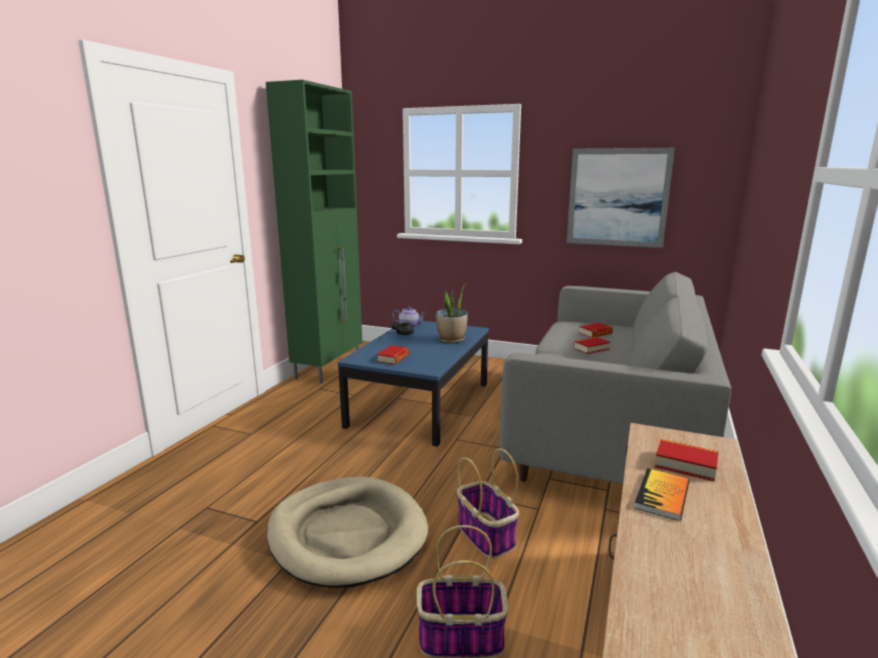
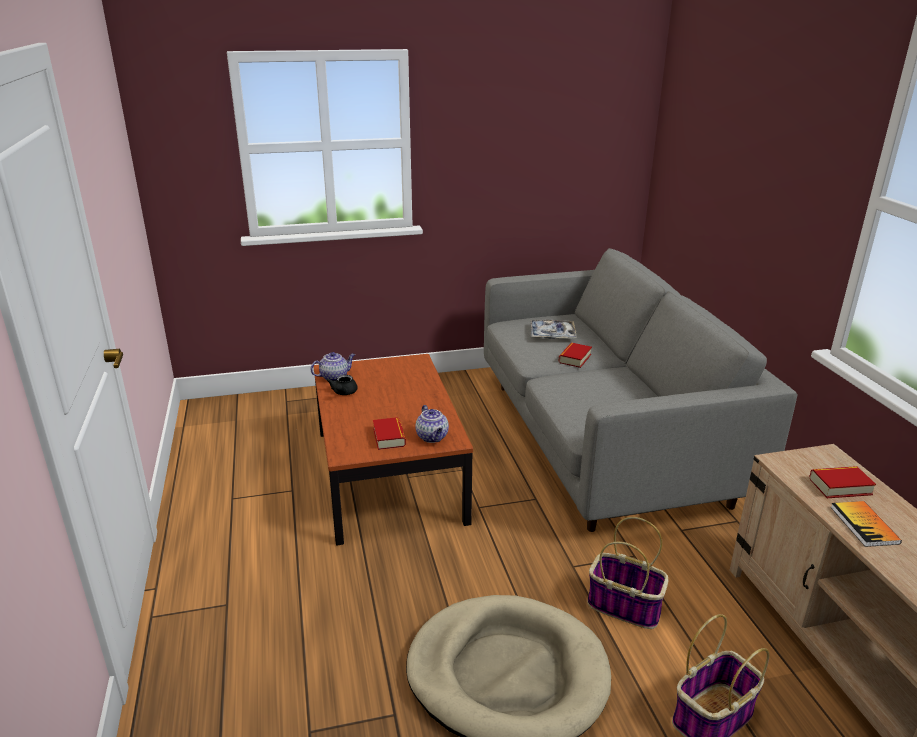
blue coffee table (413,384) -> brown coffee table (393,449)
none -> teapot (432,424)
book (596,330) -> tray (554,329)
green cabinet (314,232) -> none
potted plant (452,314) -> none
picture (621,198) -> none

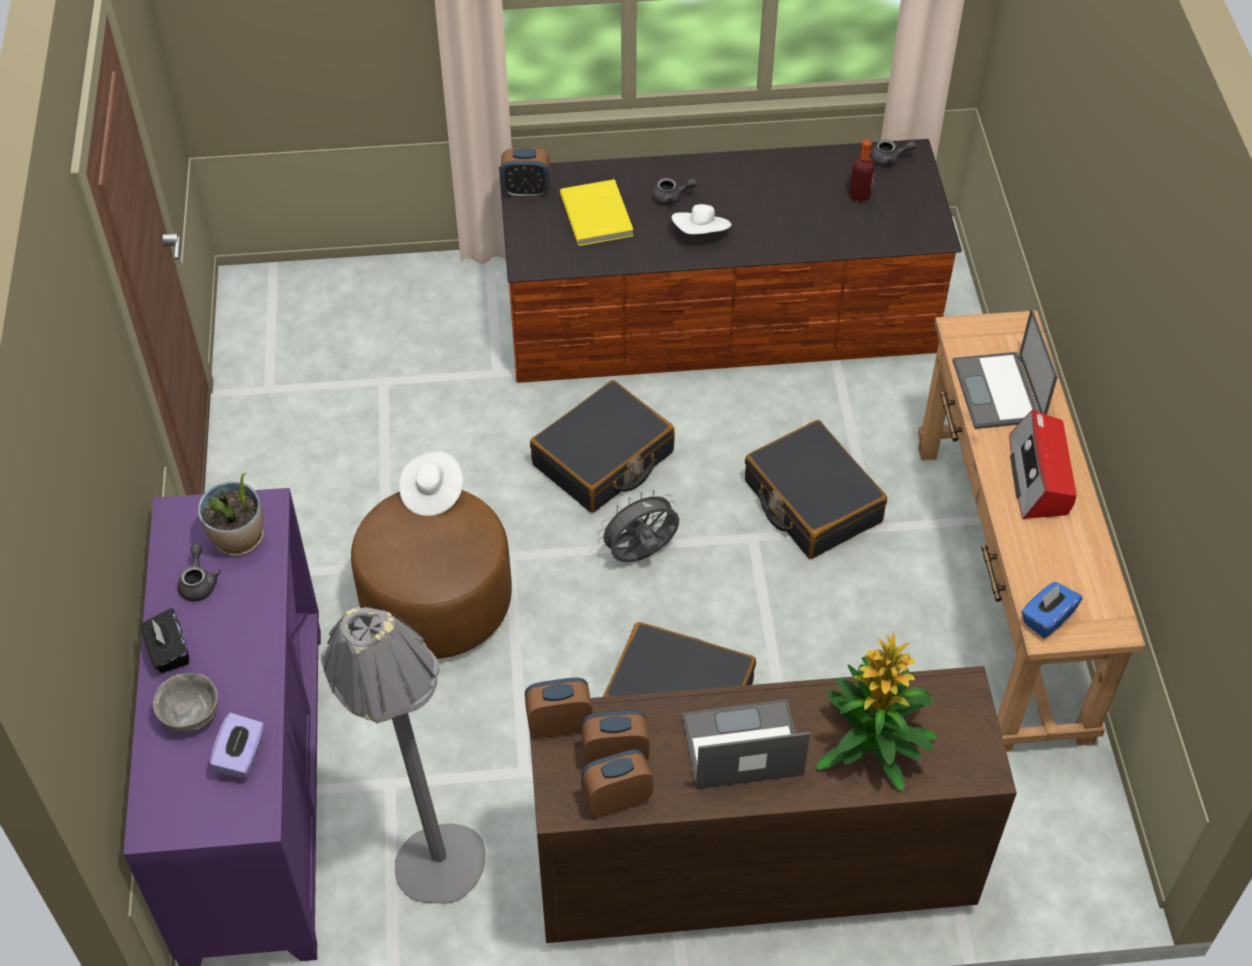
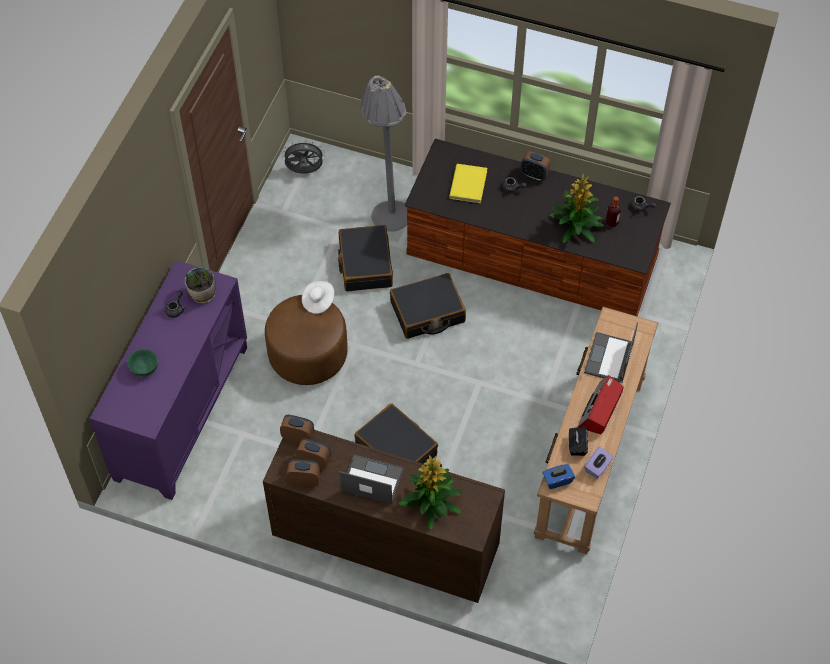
grey bowl (185,702) -> green bowl (142,363)
grey fan (638,526) -> grey fan (303,157), shifted
black suitcase (816,489) -> black suitcase (365,258), shifted
grey floor lamp (403,754) -> grey floor lamp (383,154), shifted
alarm clock (525,173) -> alarm clock (536,166), shifted
none -> potted plant (577,208)
black tissue box (165,640) -> black tissue box (578,441), shifted
purple tissue box (236,746) -> purple tissue box (598,462), shifted
white hat (701,219) -> none

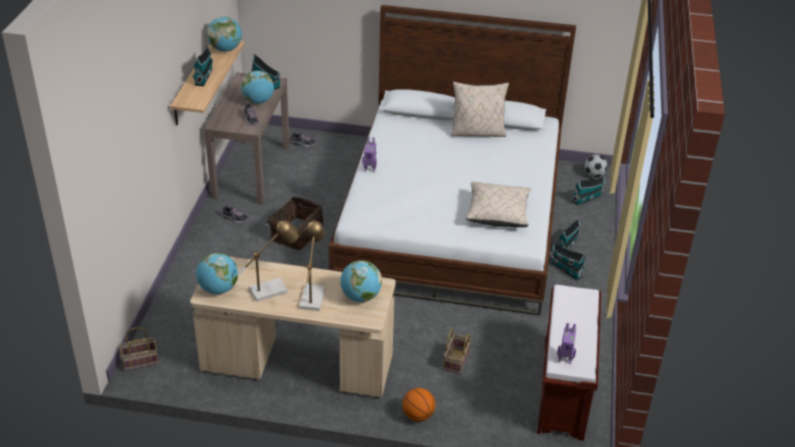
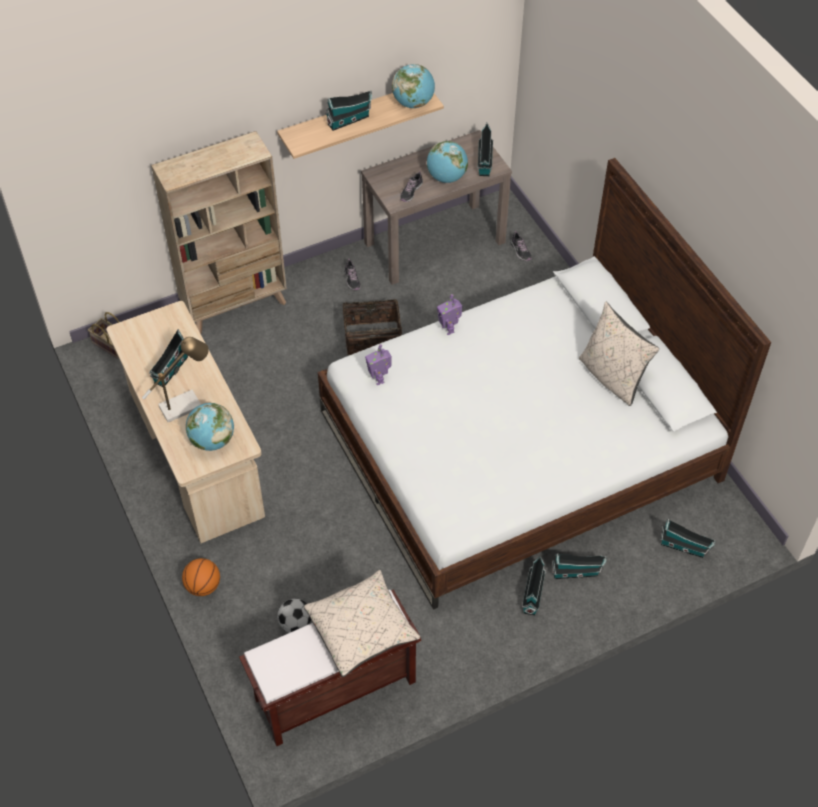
table lamp (268,261) -> toy house (168,358)
none -> beige bookcase (219,232)
football (596,165) -> football (294,616), shifted
beige pillow (498,204) -> beige pillow (362,623), shifted
toy robot (566,343) -> toy robot (378,364), shifted
globe (217,273) -> none
basket (457,351) -> none

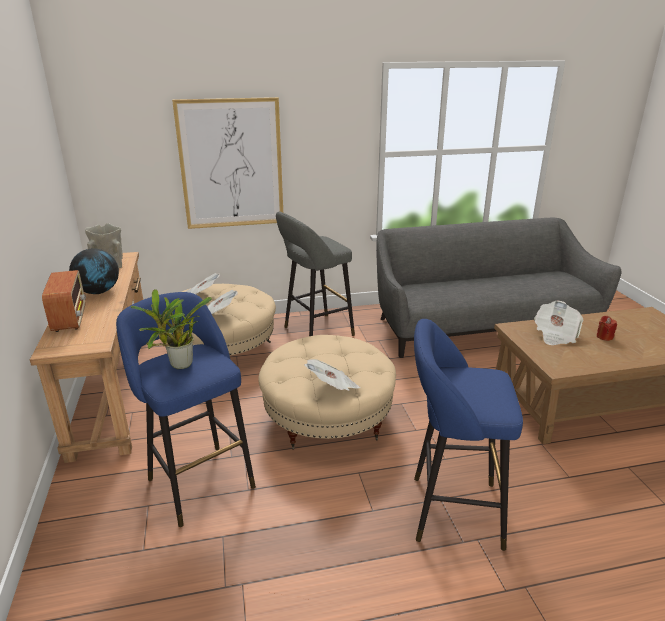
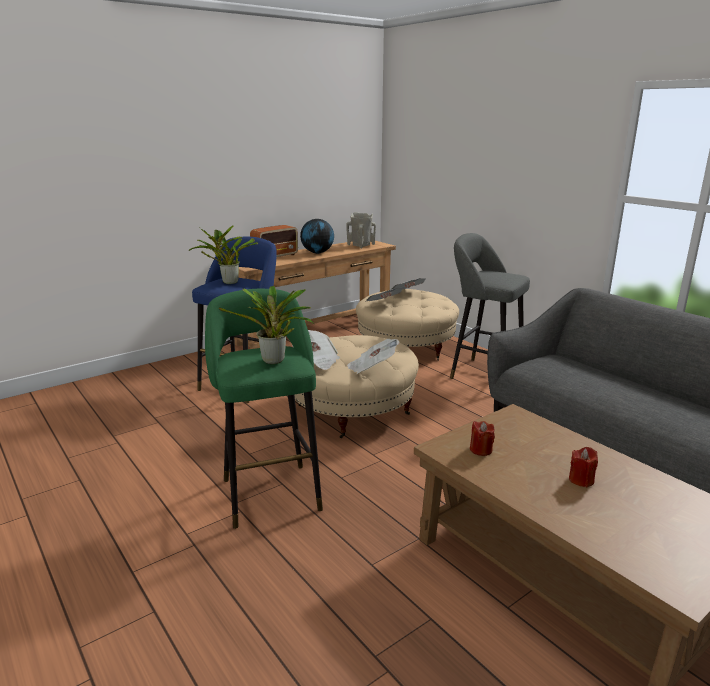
blue stool (468,435) -> green stool (264,409)
none -> potted plant (266,325)
newspaper (558,323) -> newspaper (373,356), shifted
none -> red candle (482,438)
picture (227,163) -> none

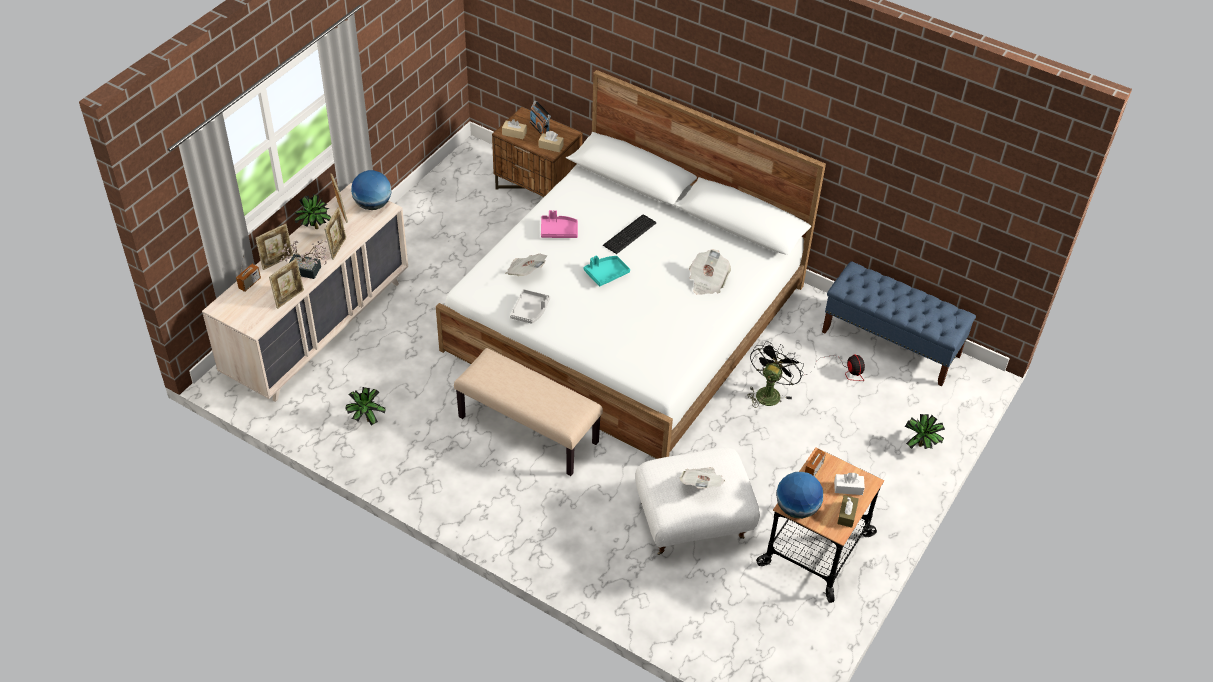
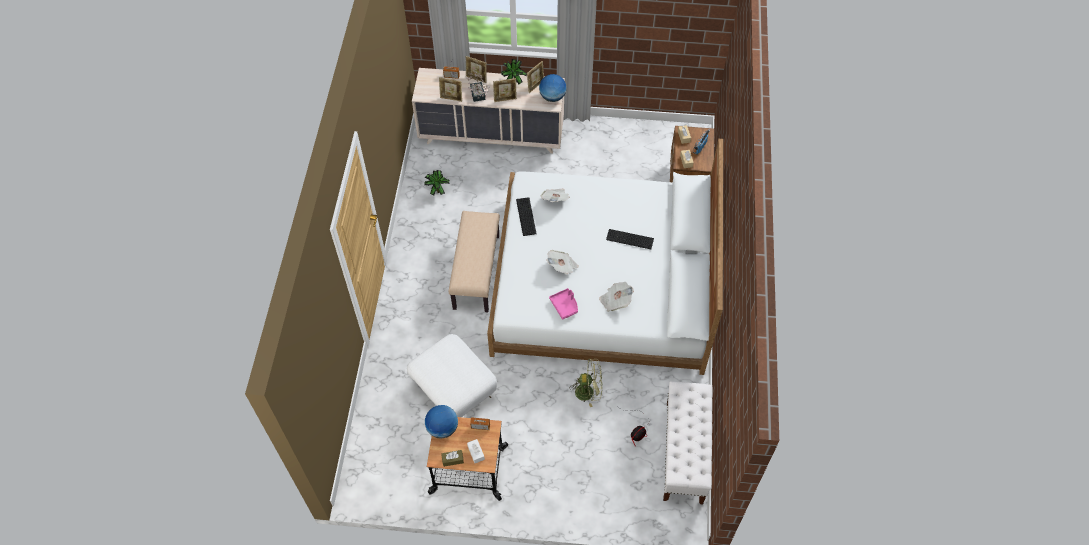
grey tray (530,306) -> keyboard (526,216)
newspaper (702,478) -> newspaper (562,262), shifted
pink tray (559,224) -> pink tray (563,304), shifted
black fan (775,374) -> green fan (586,383)
blue bench (899,323) -> white bench (687,442)
turquoise tray (607,271) -> none
potted plant (925,431) -> none

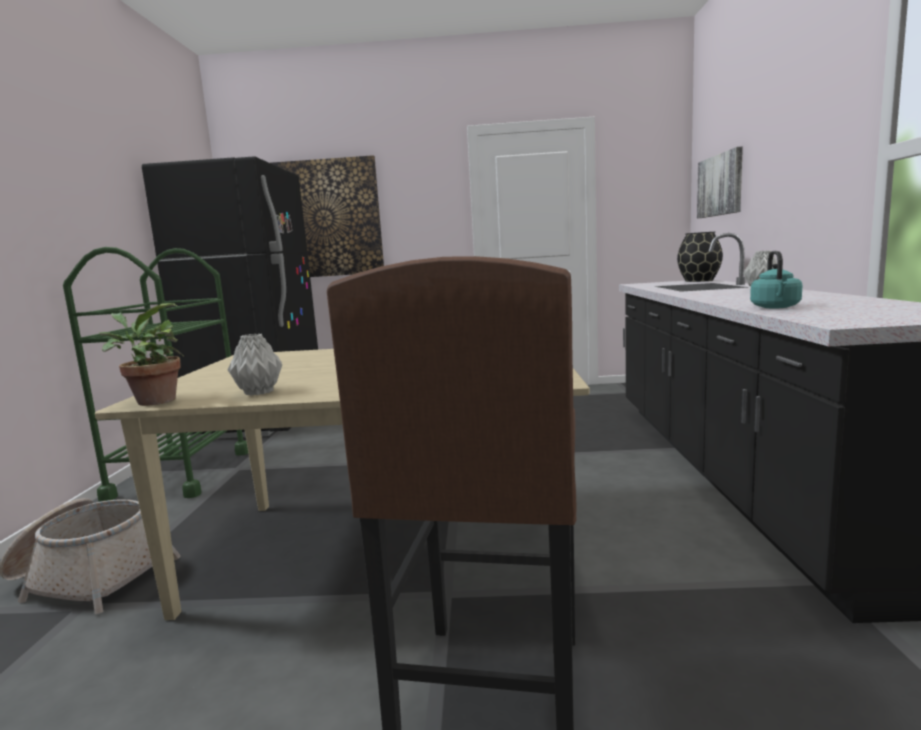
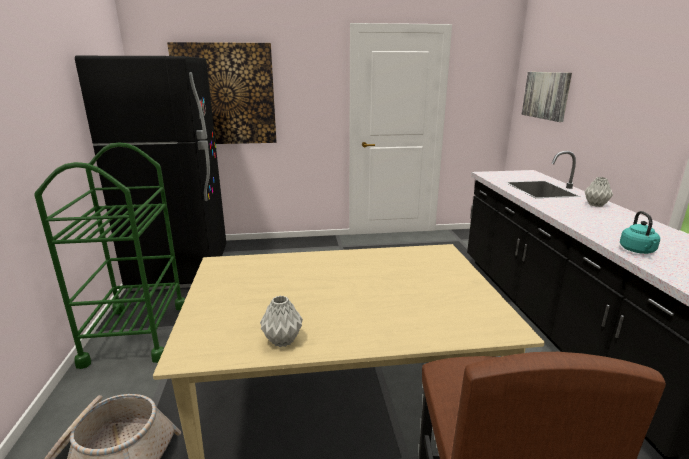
potted plant (141,354) -> none
black vase (700,257) -> none

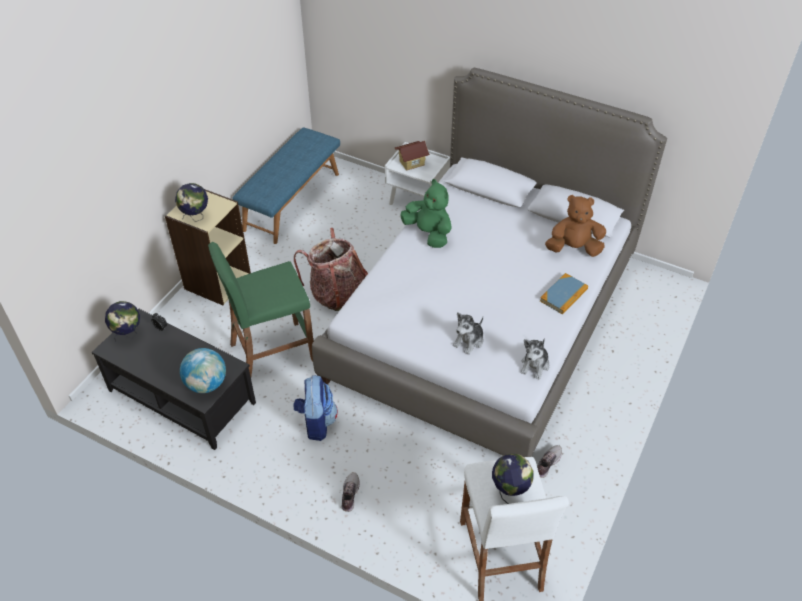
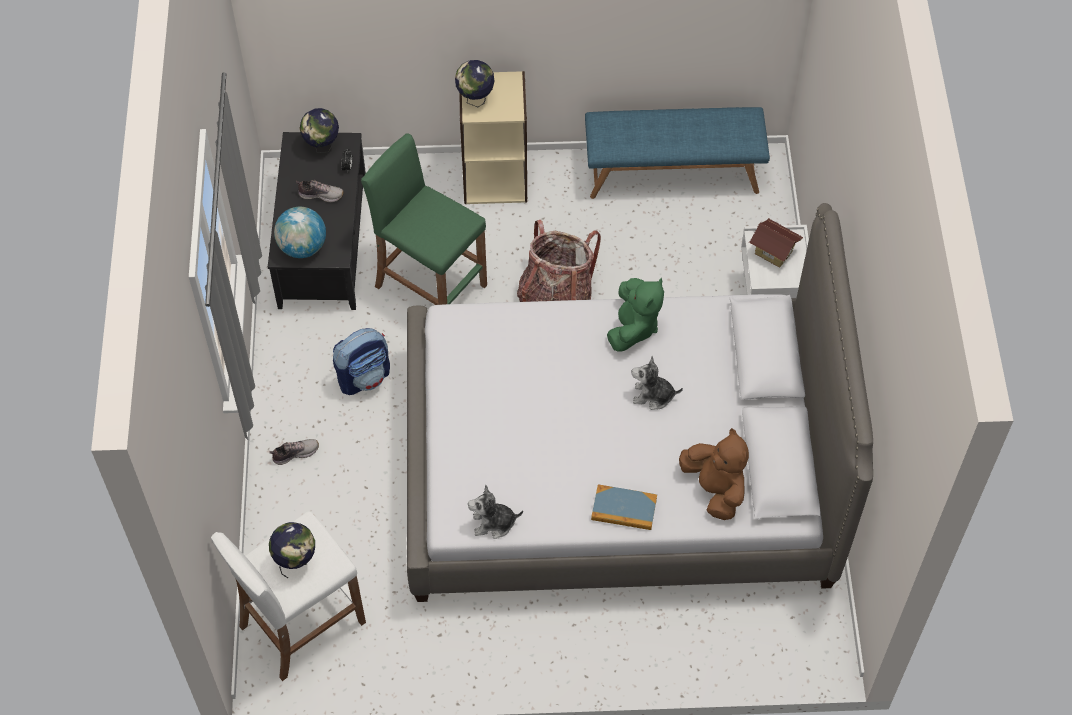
shoe (549,461) -> shoe (320,191), shifted
plush toy (468,333) -> plush toy (657,383), shifted

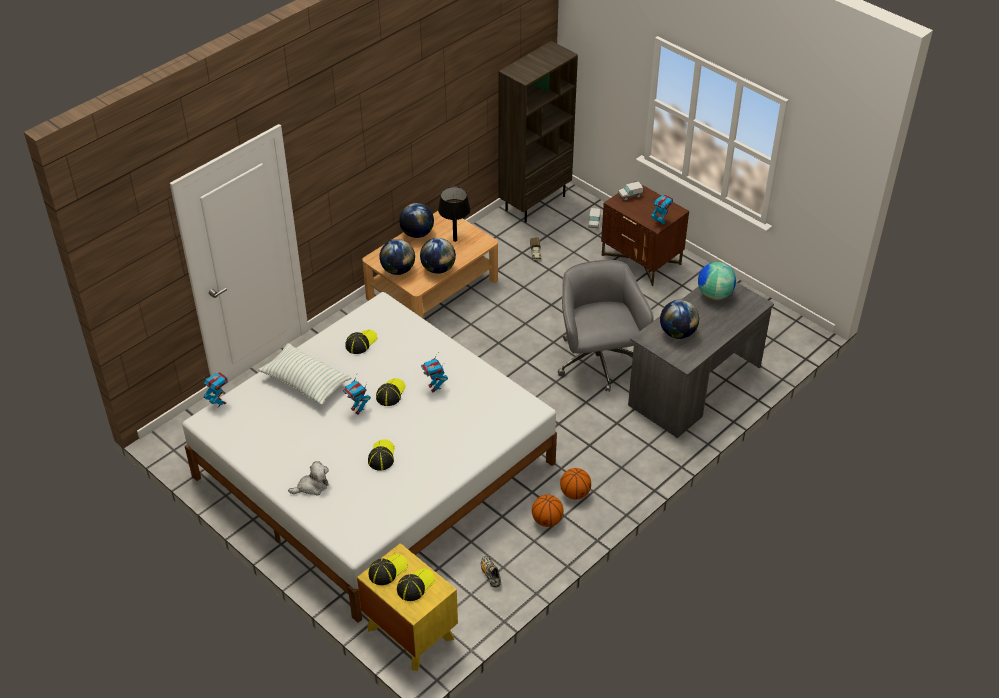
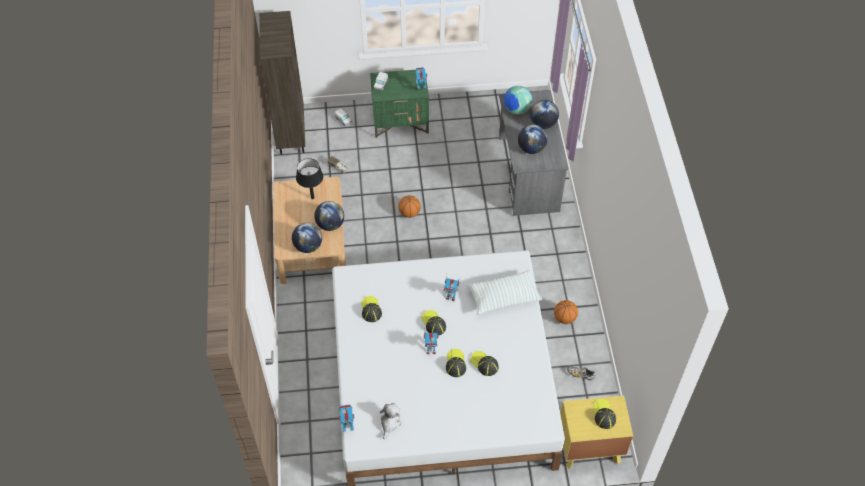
brown nightstand (645,233) -> green nightstand (399,104)
plush toy (308,478) -> plush toy (390,421), shifted
basketball (575,484) -> basketball (409,206), shifted
cap (388,570) -> cap (456,363), shifted
pillow (305,374) -> pillow (504,292), shifted
globe (416,220) -> globe (544,114), shifted
grey office chair (606,326) -> none

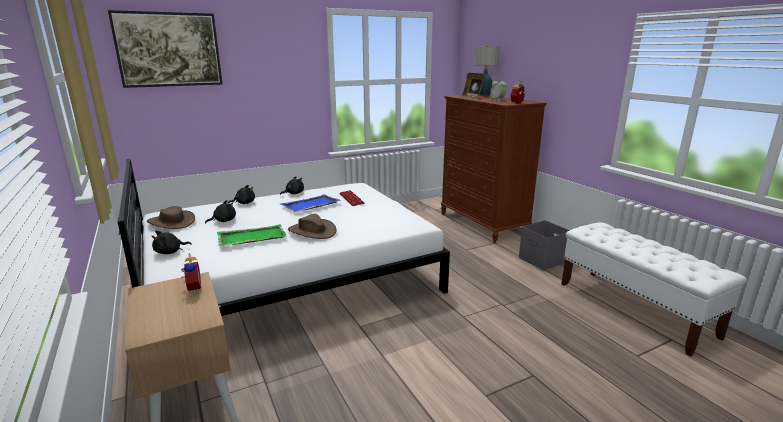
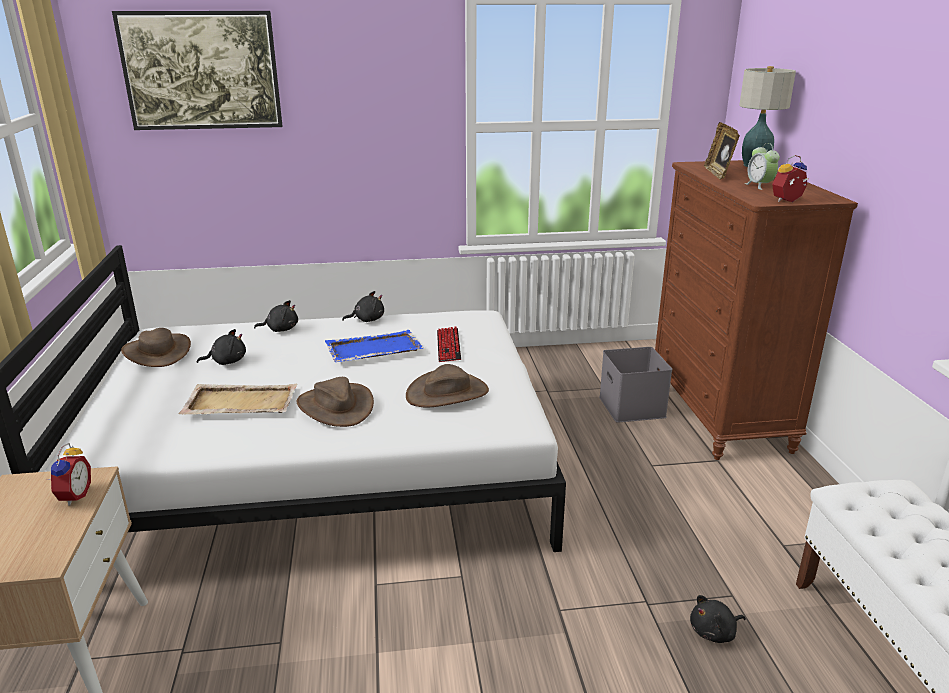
green tray (252,235) -> beige tray (238,399)
none -> brown hat (447,385)
grey storage box (544,246) -> grey storage box (635,385), shifted
black plush toy (172,242) -> black plush toy (718,619), shifted

